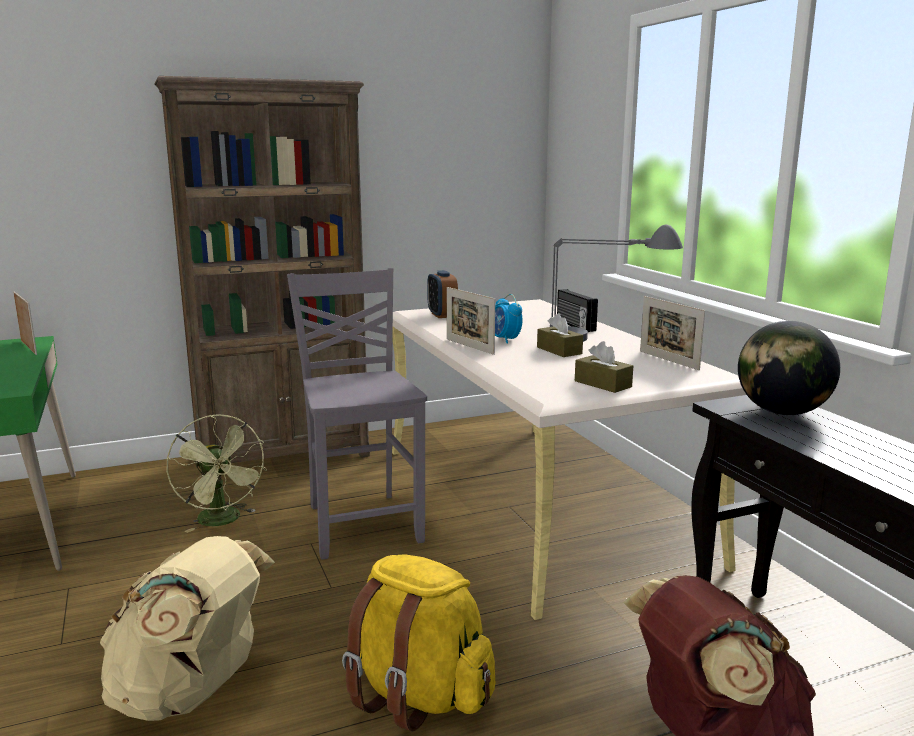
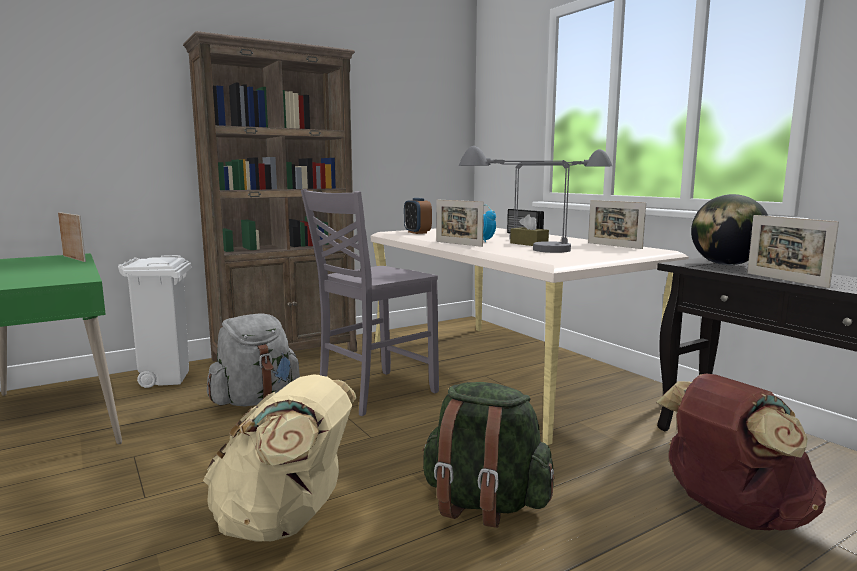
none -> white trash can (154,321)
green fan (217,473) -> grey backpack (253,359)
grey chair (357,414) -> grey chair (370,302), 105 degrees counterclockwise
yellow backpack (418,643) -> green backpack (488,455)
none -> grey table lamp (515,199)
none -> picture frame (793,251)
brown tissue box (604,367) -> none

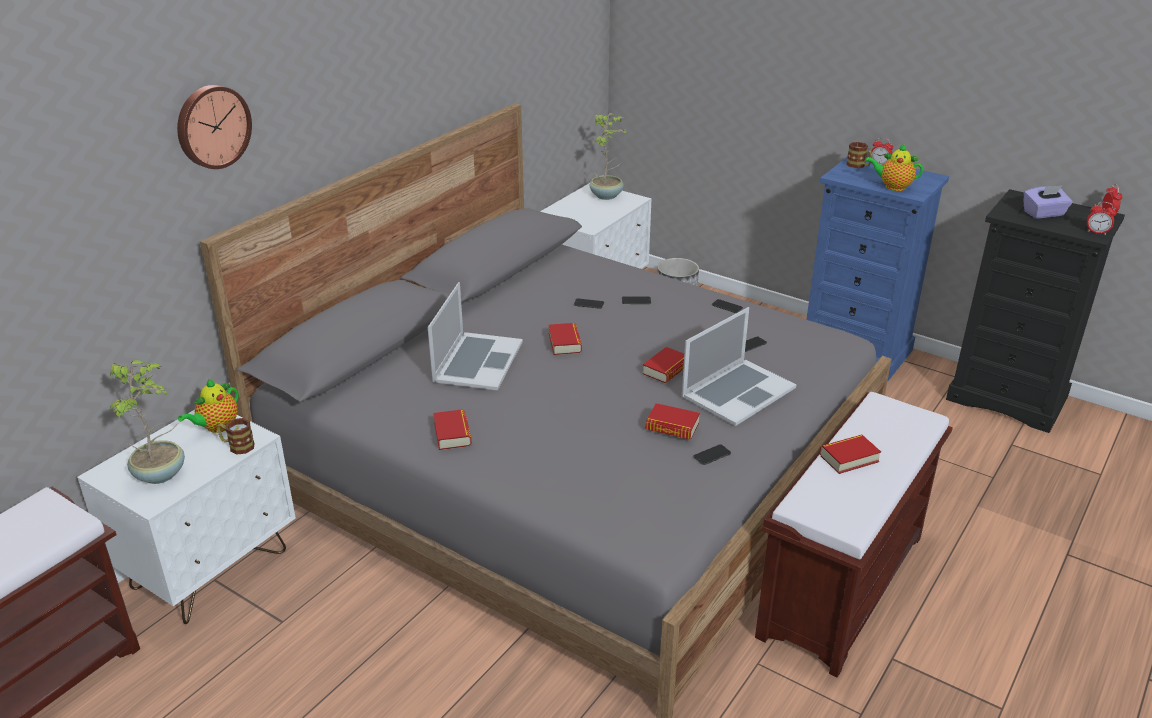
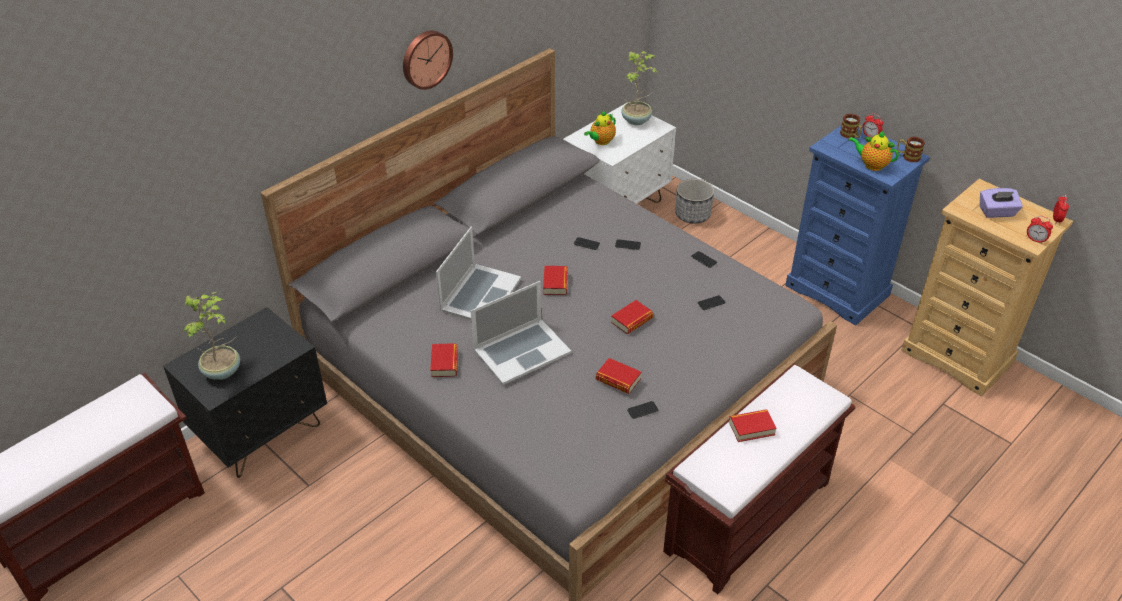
white nightstand (186,517) -> black nightstand (245,392)
wall clock (214,127) -> wall clock (428,60), shifted
laptop (739,366) -> laptop (520,333), shifted
teapot (208,406) -> teapot (600,128), shifted
mug (236,436) -> mug (911,149), shifted
black dresser (1035,311) -> beige dresser (987,287)

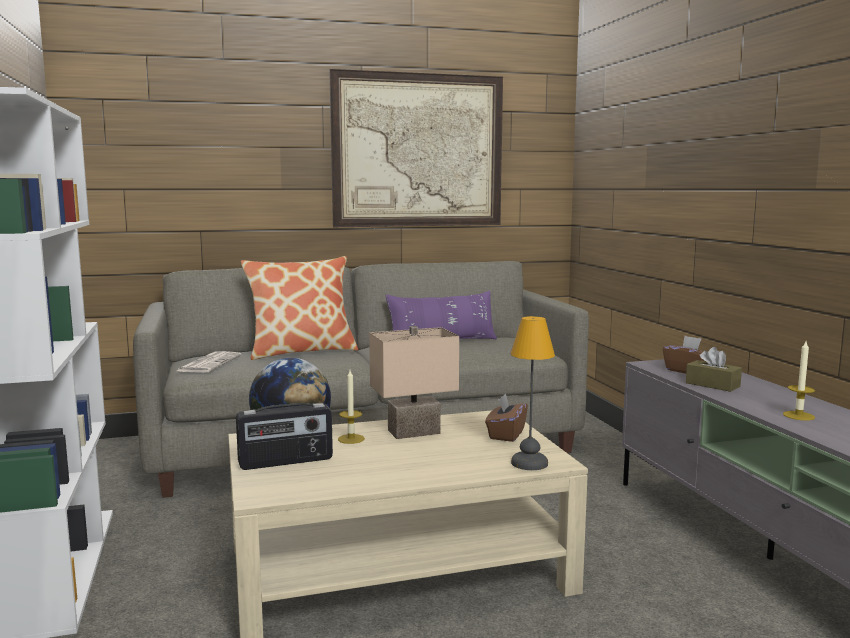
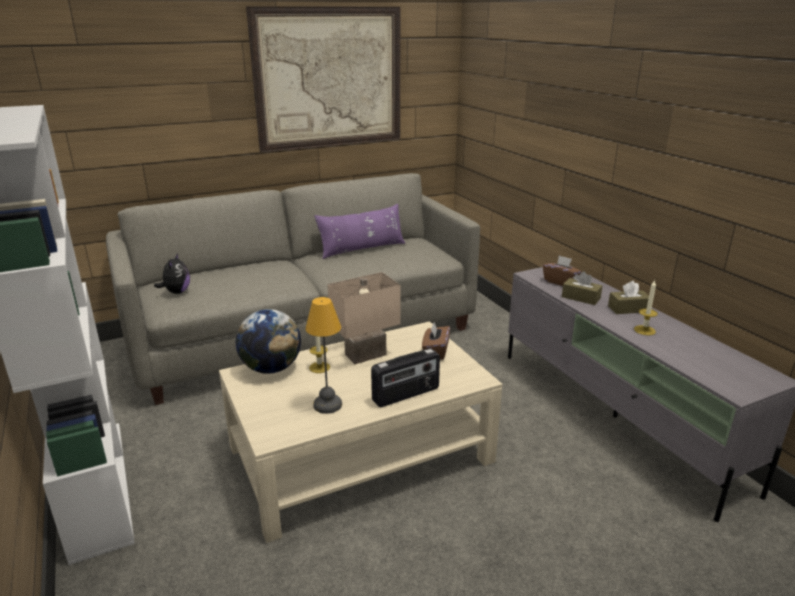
newspaper (209,362) -> plush toy (172,273)
table lamp (532,393) -> table lamp (323,355), shifted
radio (284,436) -> radio (405,377), shifted
none -> brown tissue box (628,297)
pillow (299,308) -> none

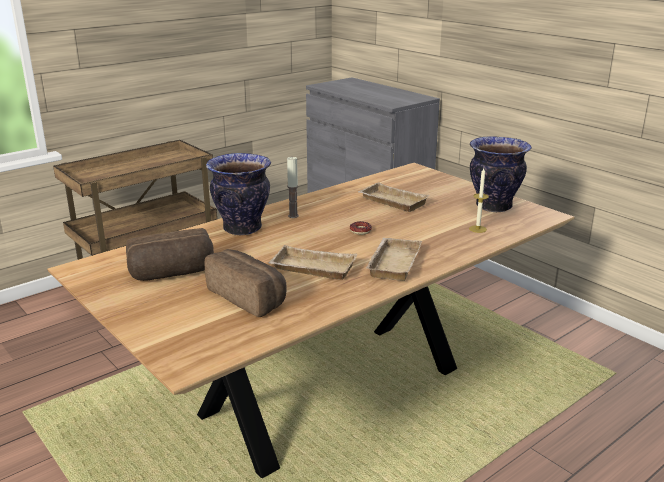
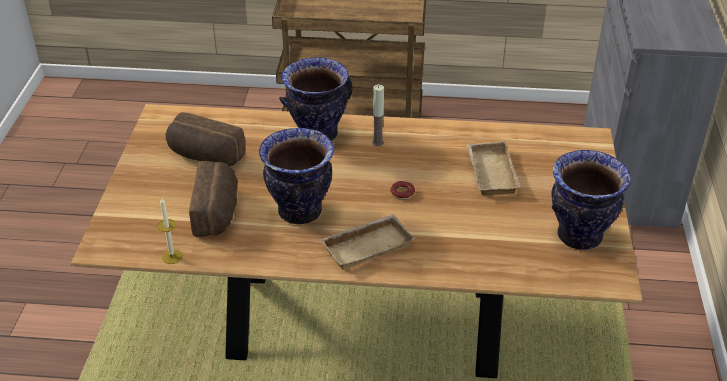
candle (479,200) -> candle (170,231), shifted
beige tray (313,262) -> vase (297,176)

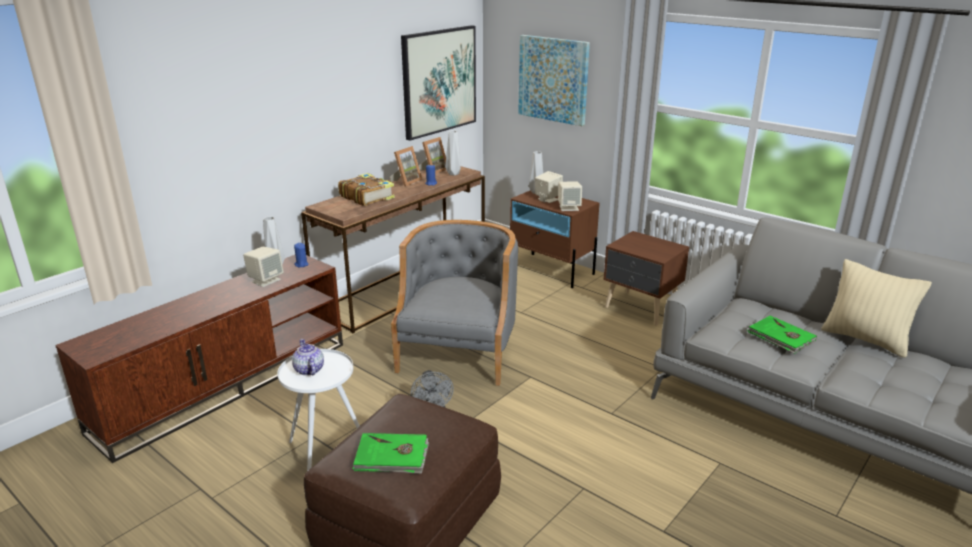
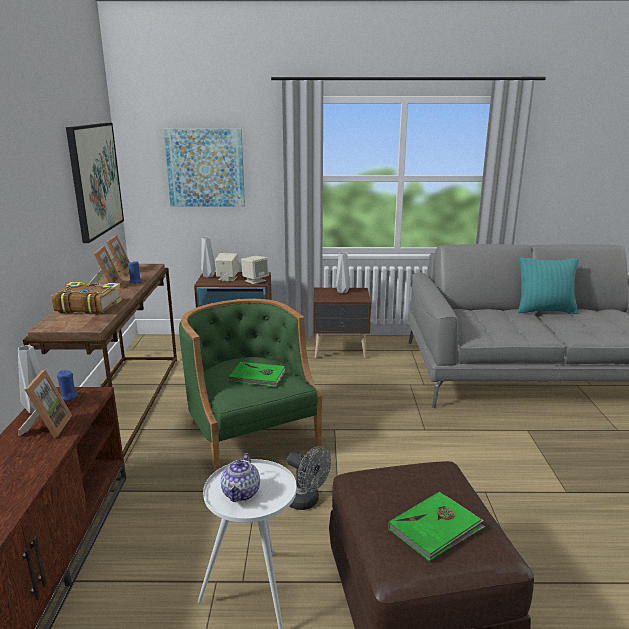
beige speaker (263,266) -> picture frame (45,404)
grey armchair (454,303) -> green armchair (250,385)
teapot (308,357) -> teapot (240,477), 105 degrees counterclockwise
green book (782,335) -> green book (257,374), shifted
grey vase (453,153) -> grey vase (343,272), shifted
beige pillow (877,308) -> turquoise pillow (548,285)

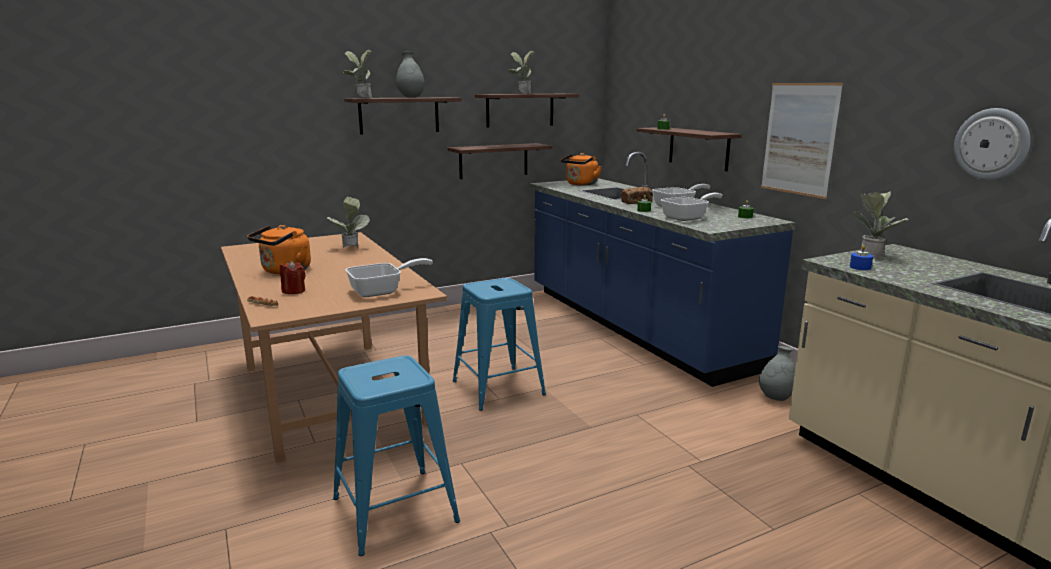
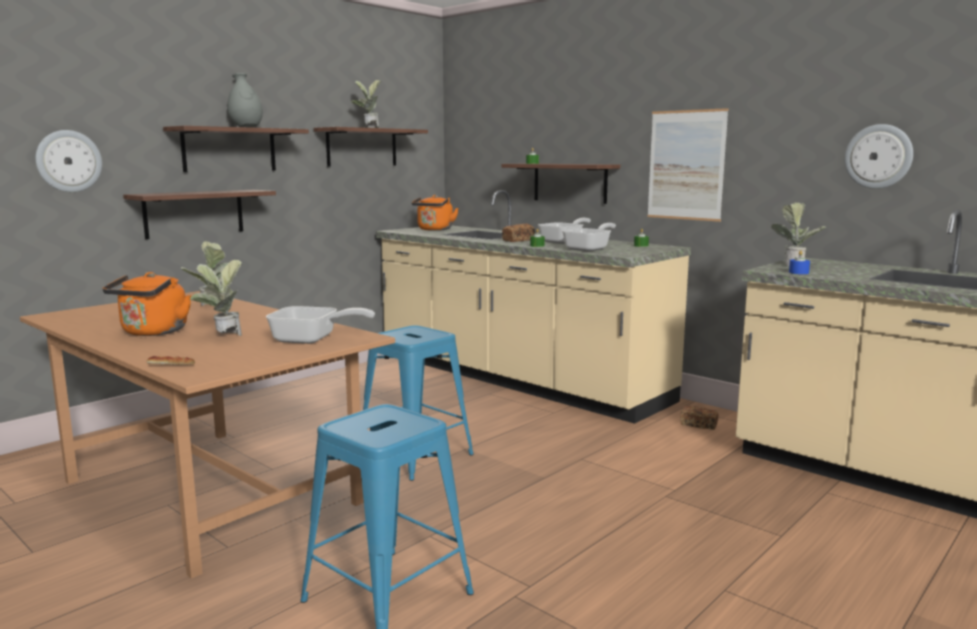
none -> wall clock (69,161)
shelf (499,161) -> shelf (199,214), shifted
potted plant (357,74) -> potted plant (216,297), shifted
frying pan (389,277) -> frying pan (320,325), 60 degrees clockwise
blue counter (662,269) -> beige counter (533,307)
grey vase (777,373) -> bread (699,417)
red candle (292,277) -> none

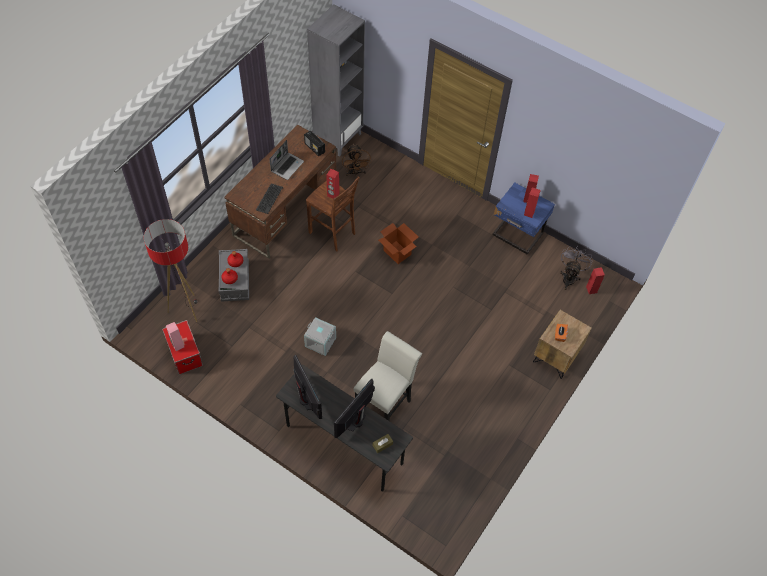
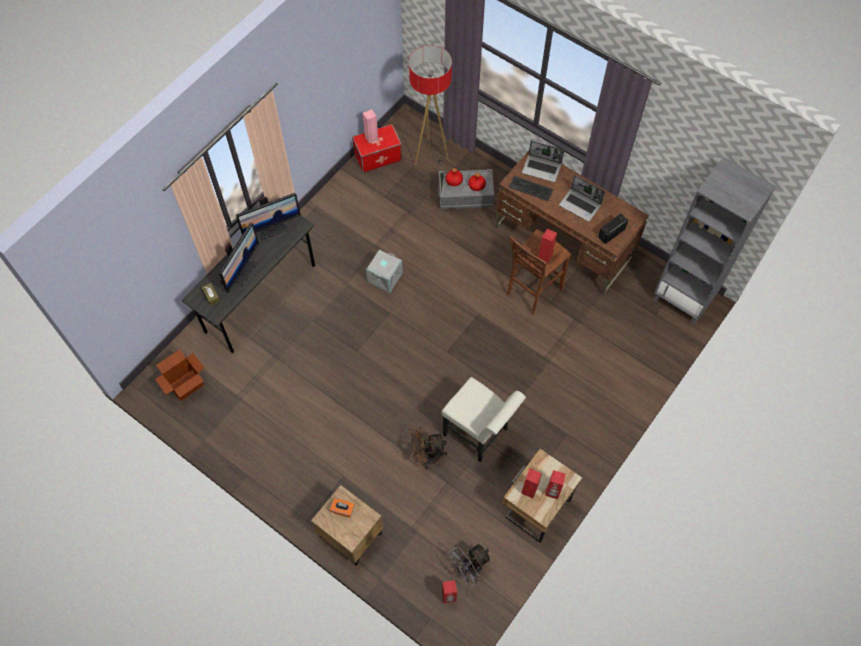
cardboard box (398,243) -> cardboard box (179,375), shifted
monitor (354,408) -> monitor (239,258), 75 degrees clockwise
brown fan (357,159) -> brown fan (429,448), shifted
white chair (387,376) -> white chair (484,419), shifted
grey fan (576,268) -> grey fan (470,564), 120 degrees clockwise
blue nightstand (523,219) -> beige nightstand (542,496)
none -> laptop (543,161)

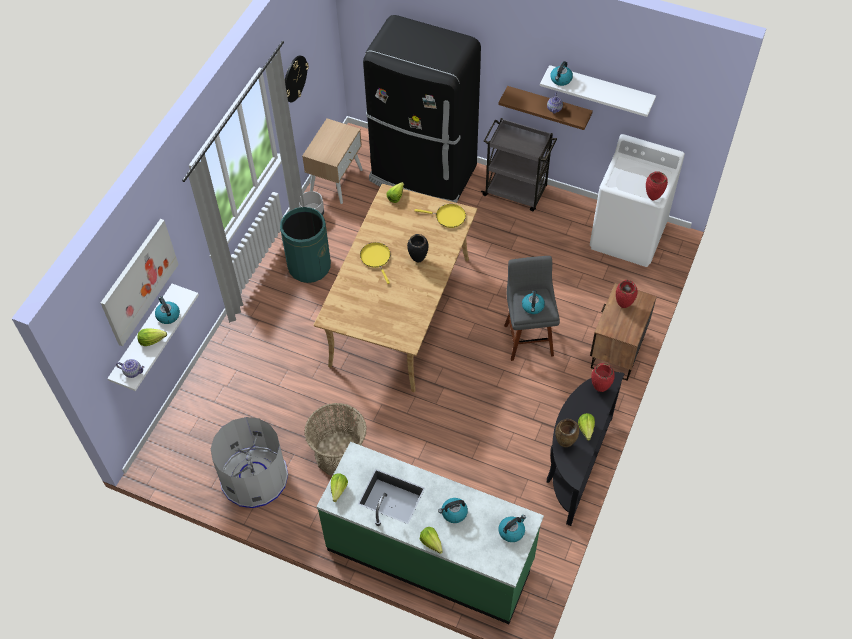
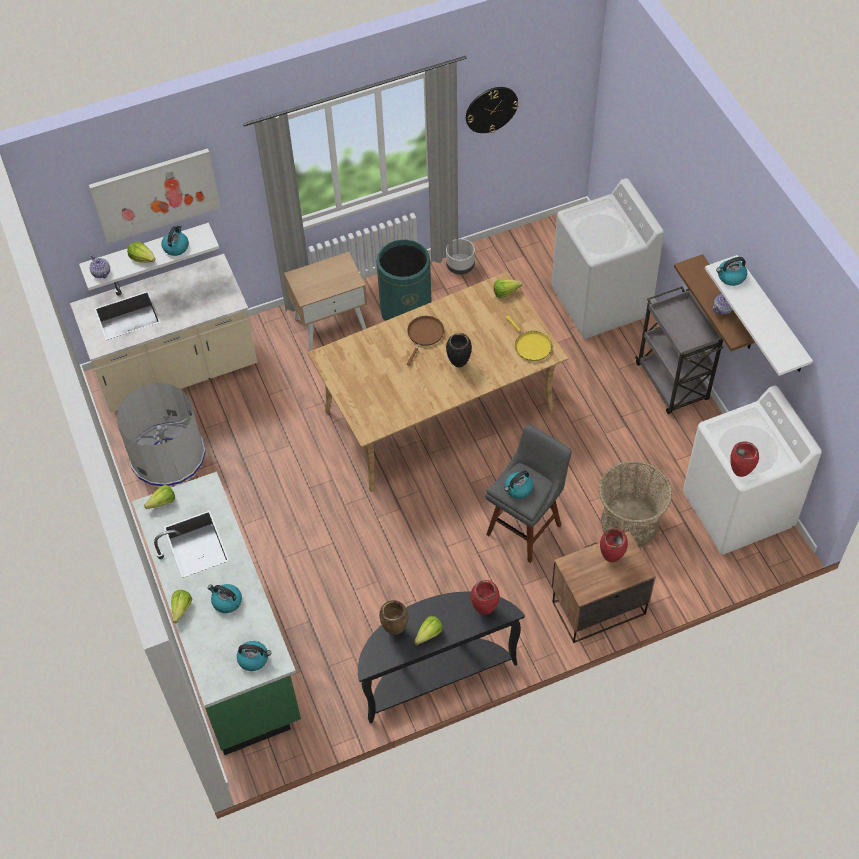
none -> beige counter (163,333)
beige nightstand (332,161) -> beige nightstand (325,301), shifted
yellow frying pan (375,263) -> brown frying pan (425,341)
black fridge (422,109) -> white washing machine (608,258)
basket (335,439) -> basket (635,503), shifted

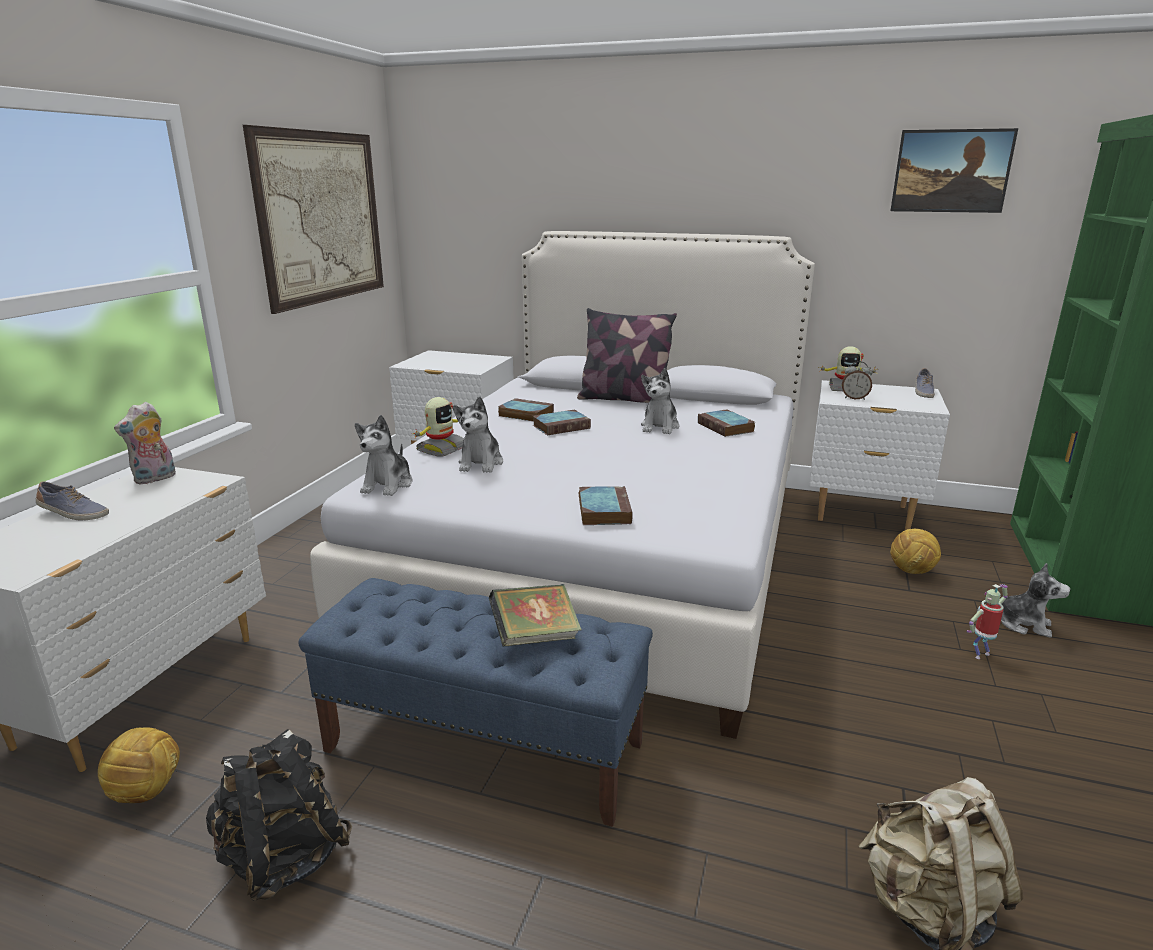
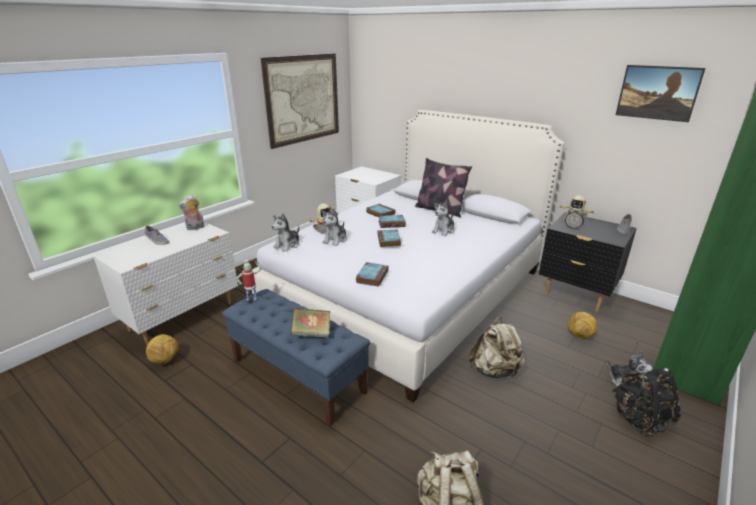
toy robot (987,621) -> toy robot (249,280), shifted
book (726,423) -> book (389,238), shifted
none -> beige backpack (497,347)
white nightstand (879,455) -> black nightstand (588,262)
black backpack (279,815) -> black backpack (646,401), shifted

